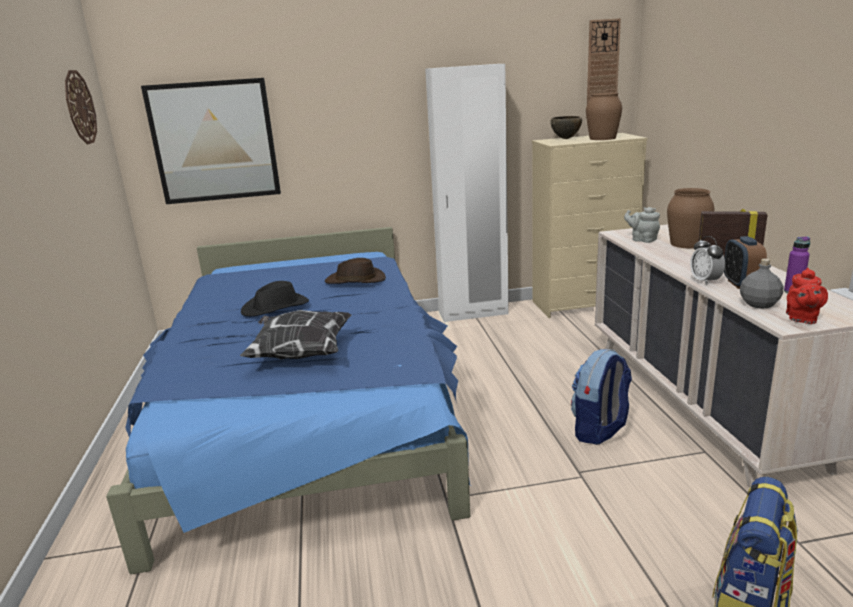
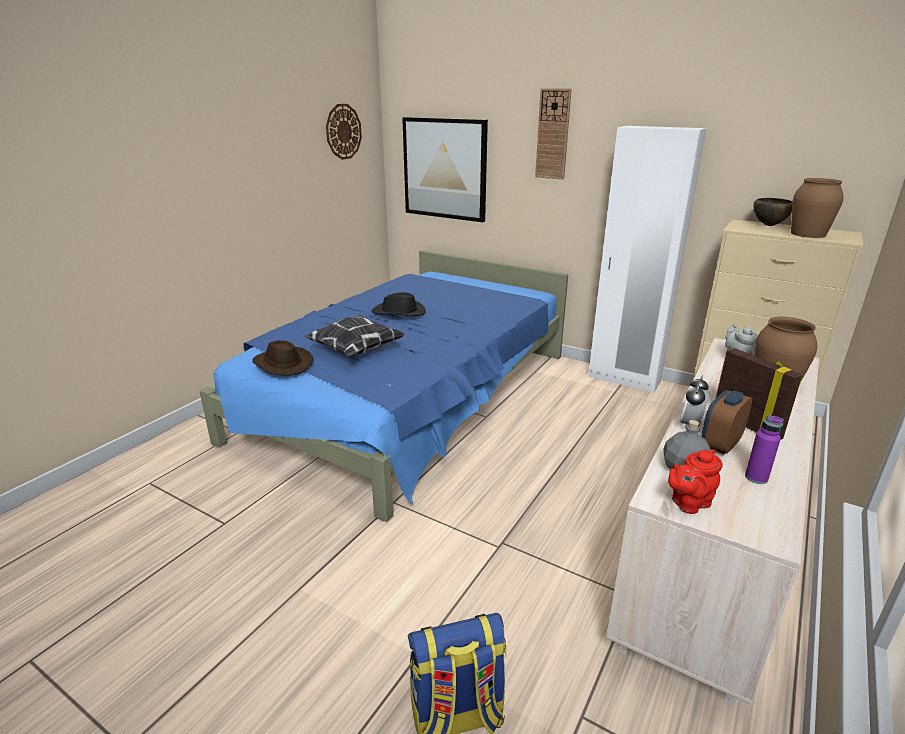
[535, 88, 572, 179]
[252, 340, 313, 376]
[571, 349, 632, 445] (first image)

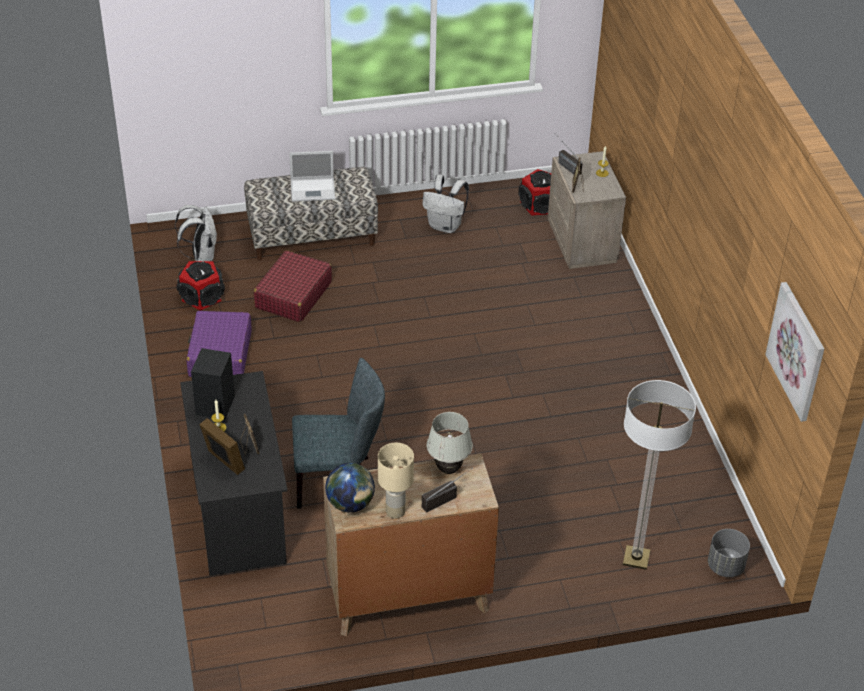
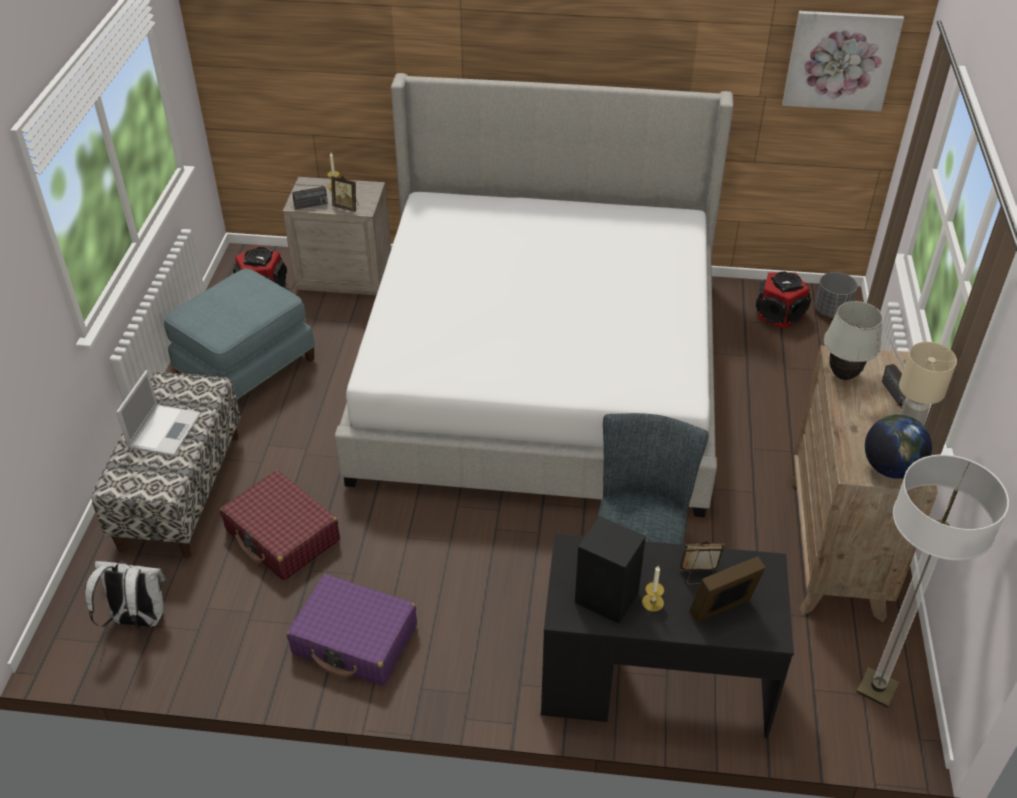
[164, 269, 315, 400]
[756, 272, 811, 329]
[856, 455, 1009, 708]
[335, 73, 734, 517]

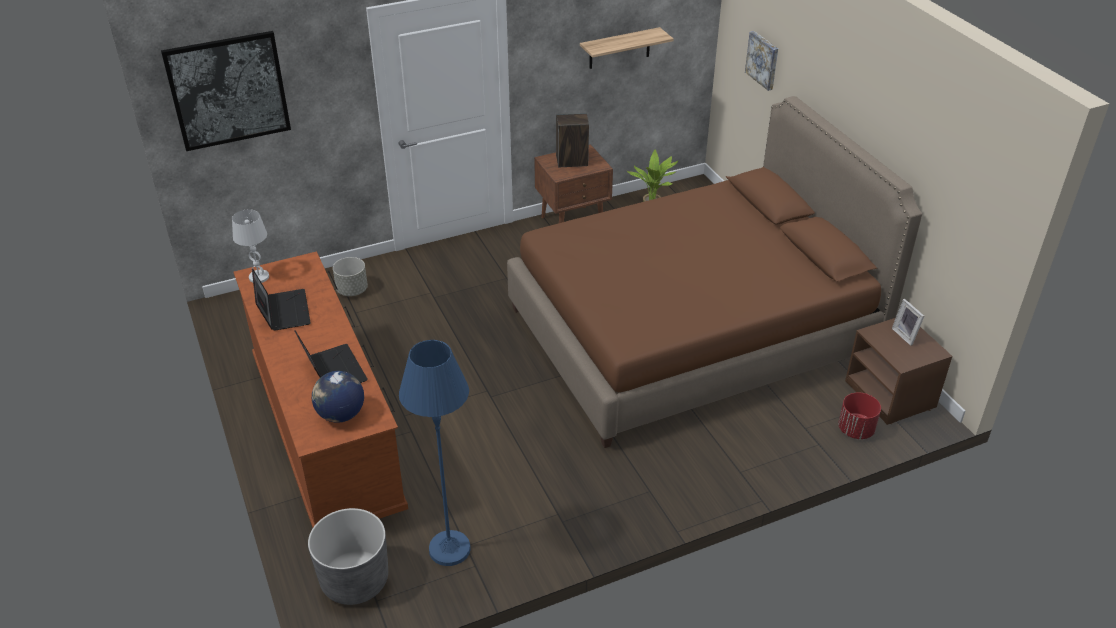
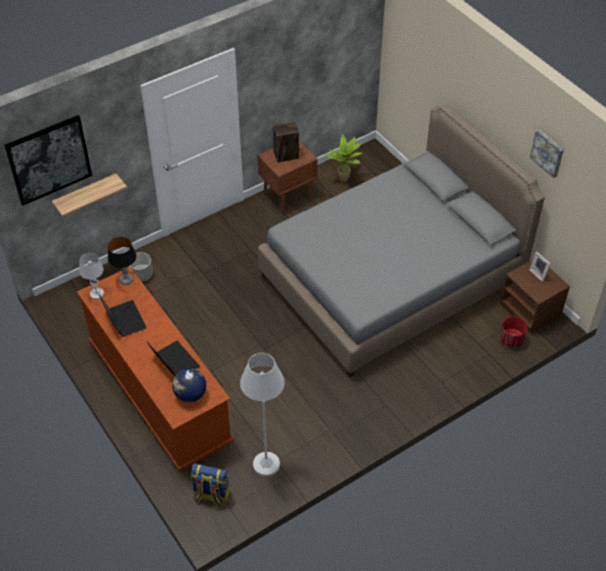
[52, 173, 127, 216]
[530, 130, 564, 178]
[258, 104, 545, 377]
[240, 353, 285, 477]
[191, 463, 230, 506]
[108, 237, 137, 285]

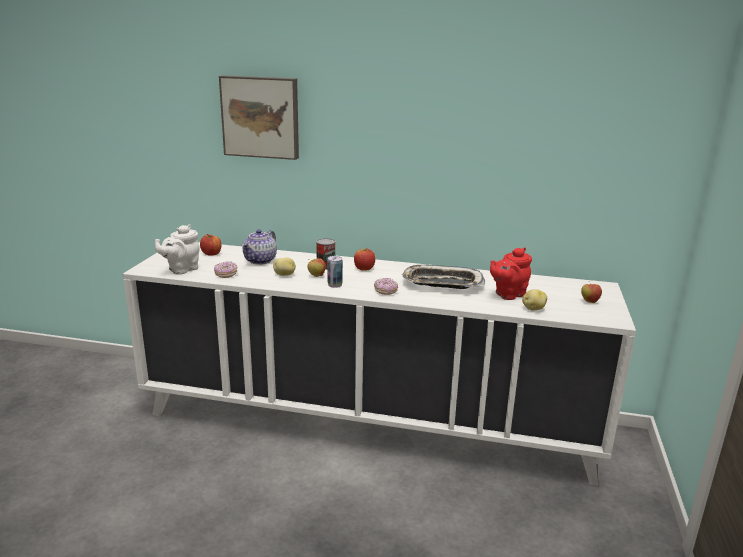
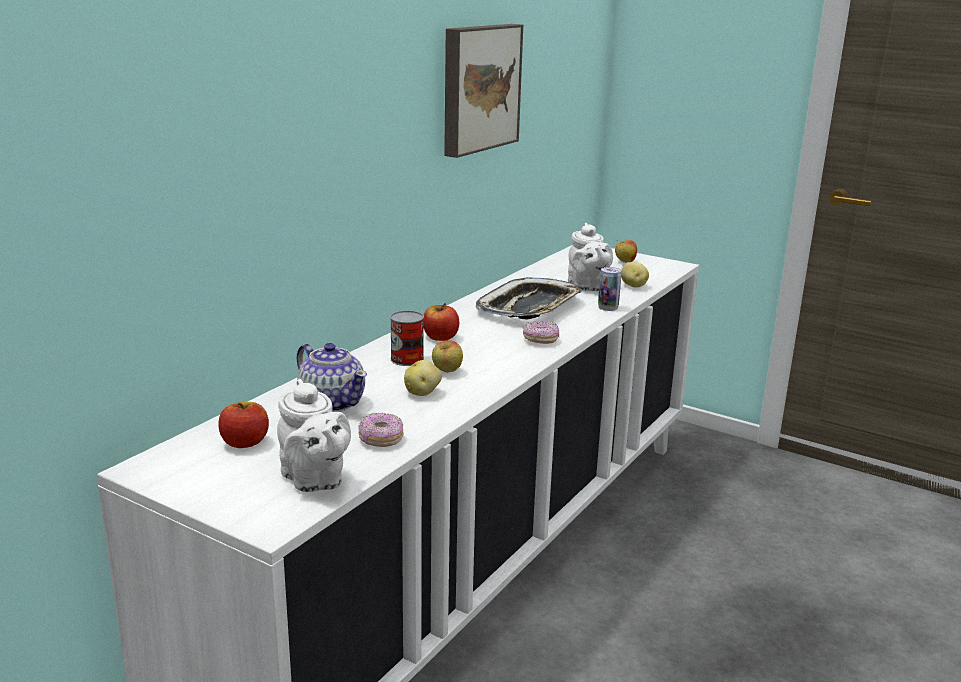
[444, 24, 523, 158]
[568, 223, 613, 291]
[598, 267, 621, 311]

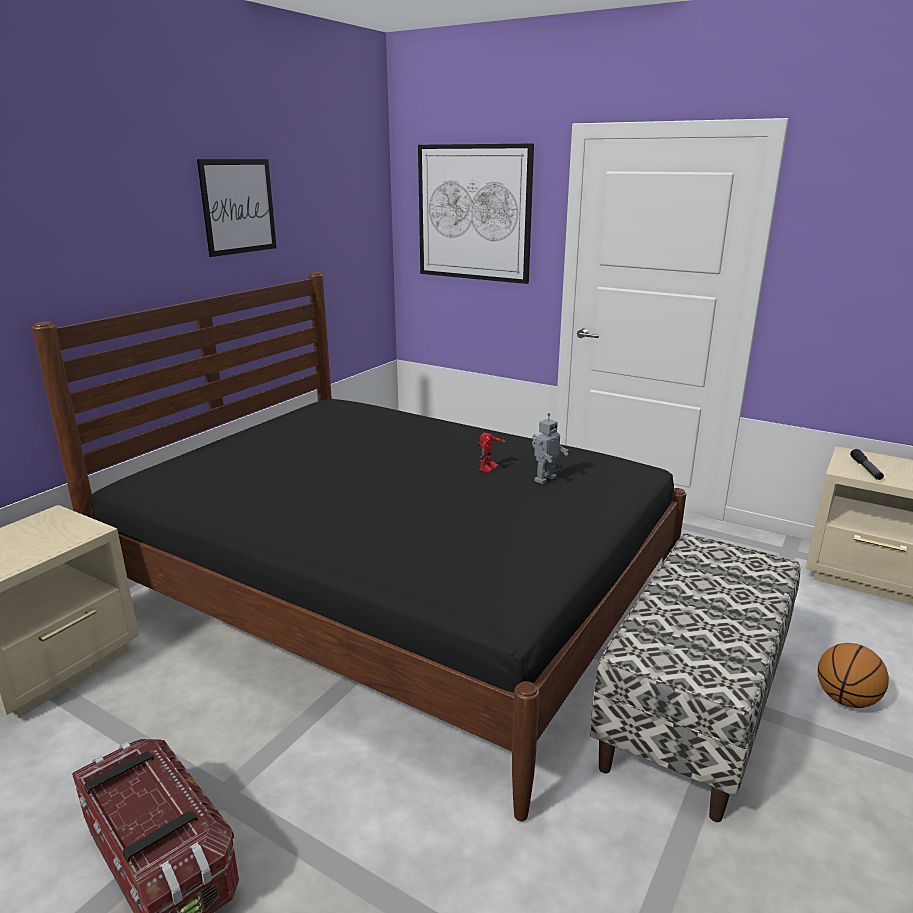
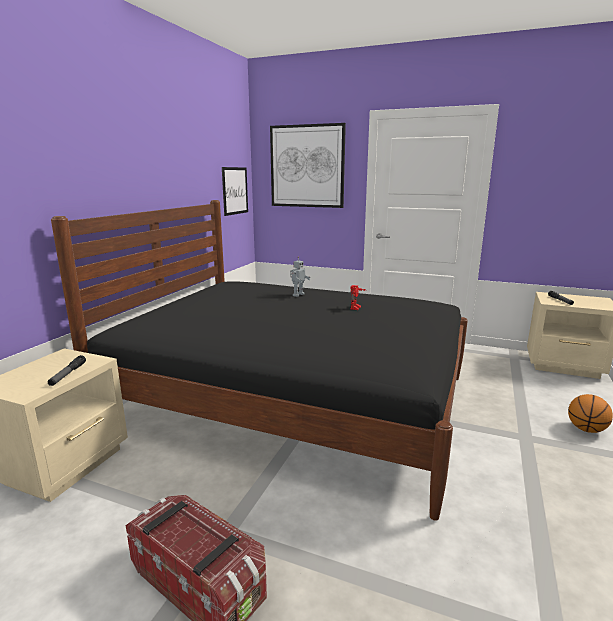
[222, 167, 248, 216]
[290, 256, 310, 297]
[590, 533, 800, 822] (first image)
[48, 355, 86, 386]

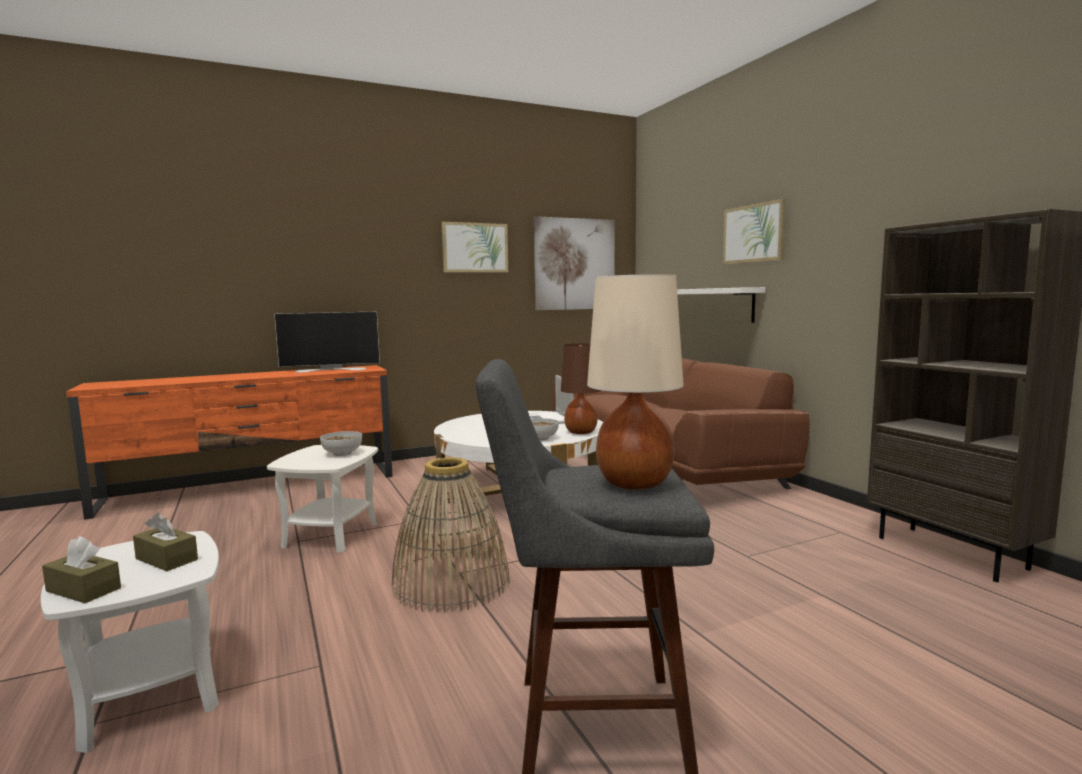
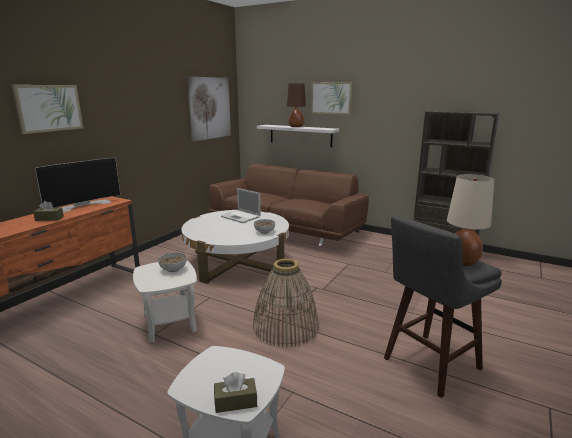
[11, 85, 83, 134]
[287, 83, 306, 127]
[33, 201, 64, 221]

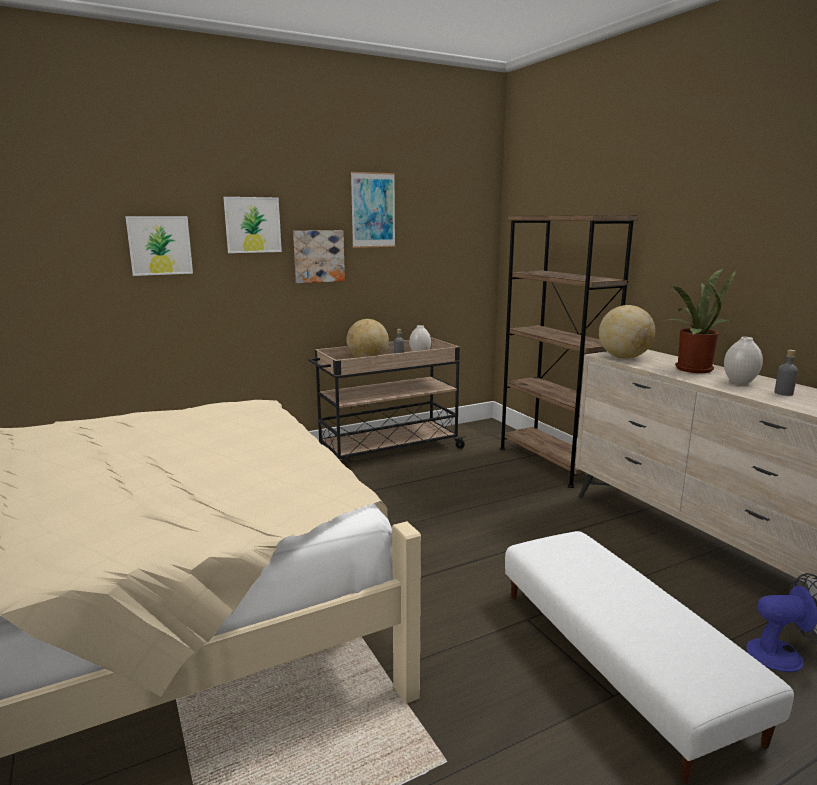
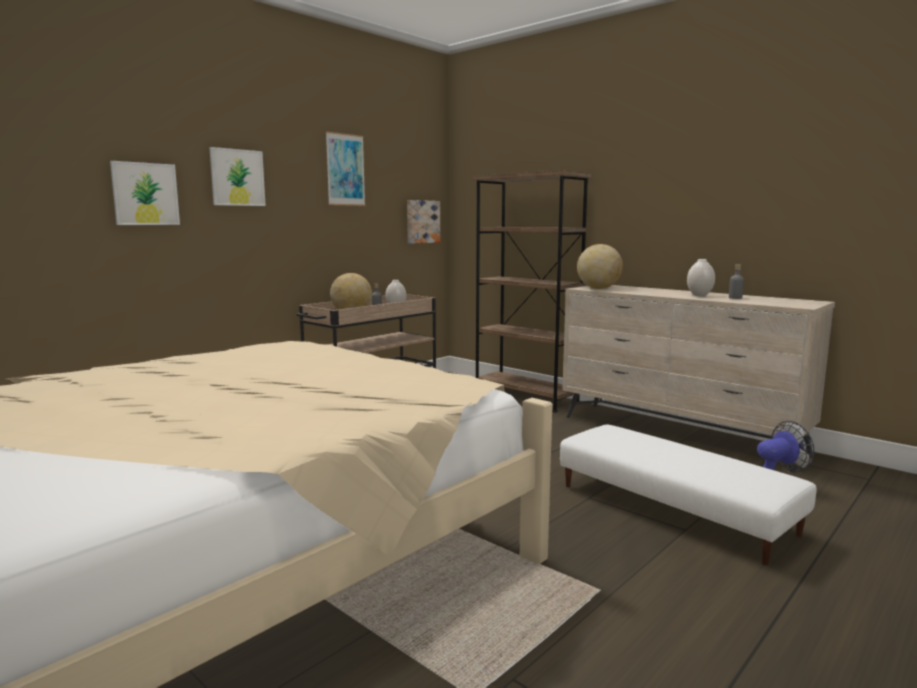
[407, 200, 440, 244]
[664, 268, 736, 373] (first image)

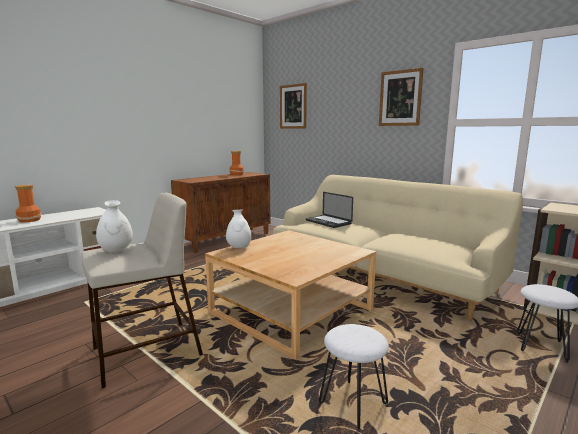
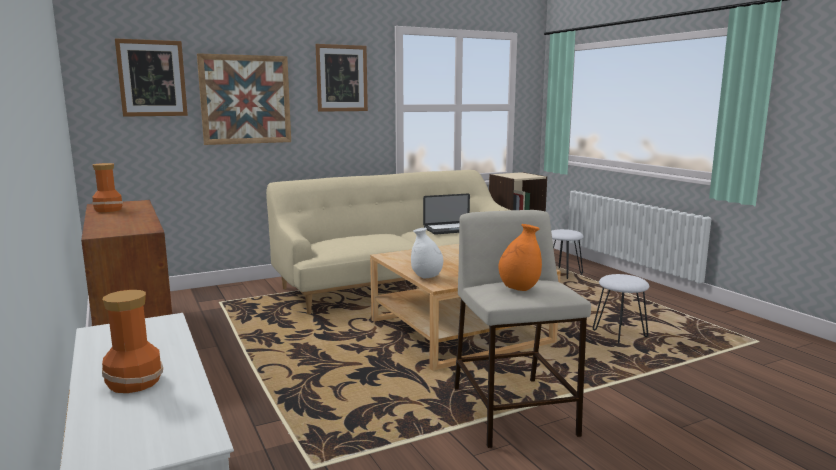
[423, 194, 470, 235]
[498, 224, 542, 291]
[197, 53, 291, 145]

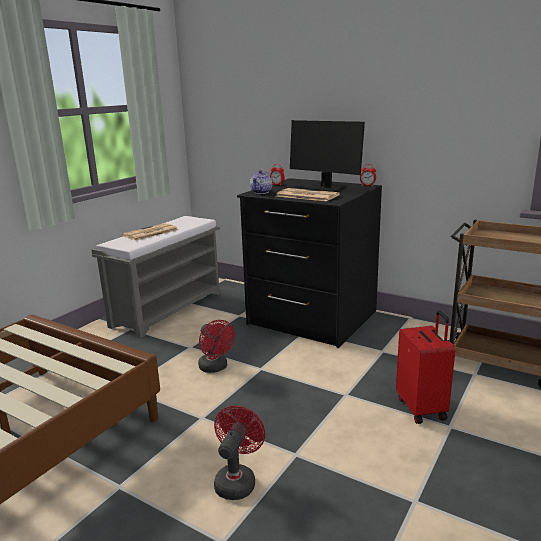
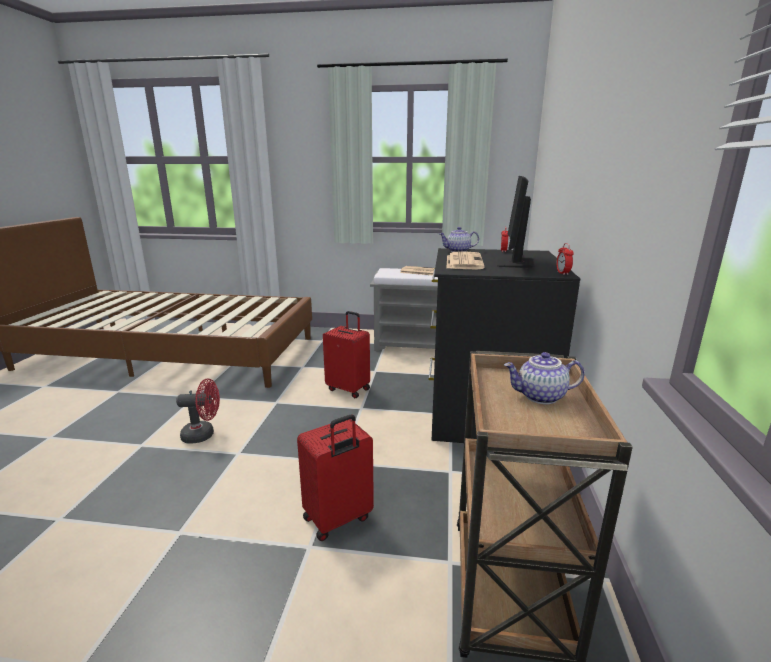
[323, 311, 370, 398]
[504, 352, 585, 404]

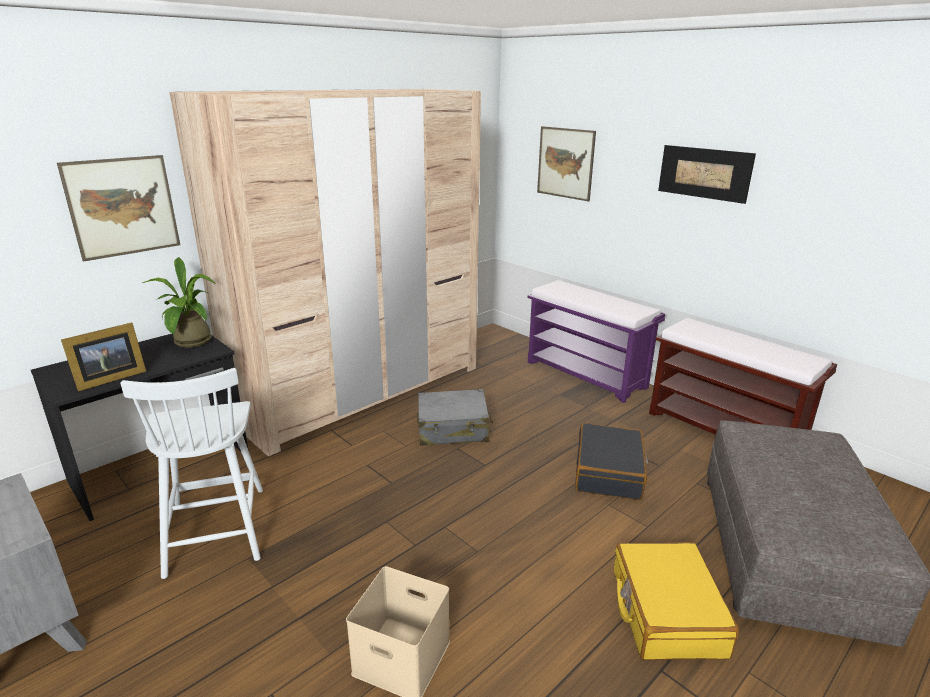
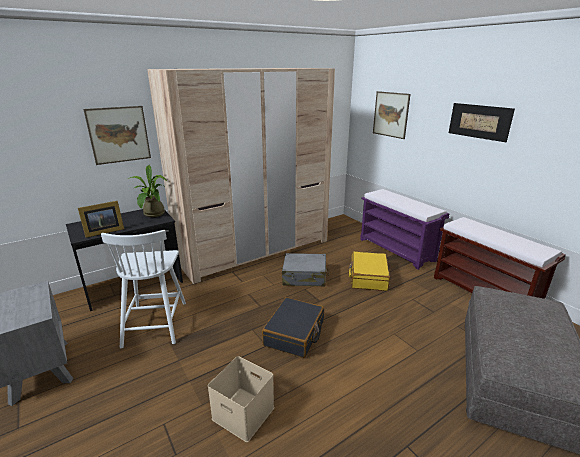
[262, 297, 324, 358]
[349, 251, 390, 291]

